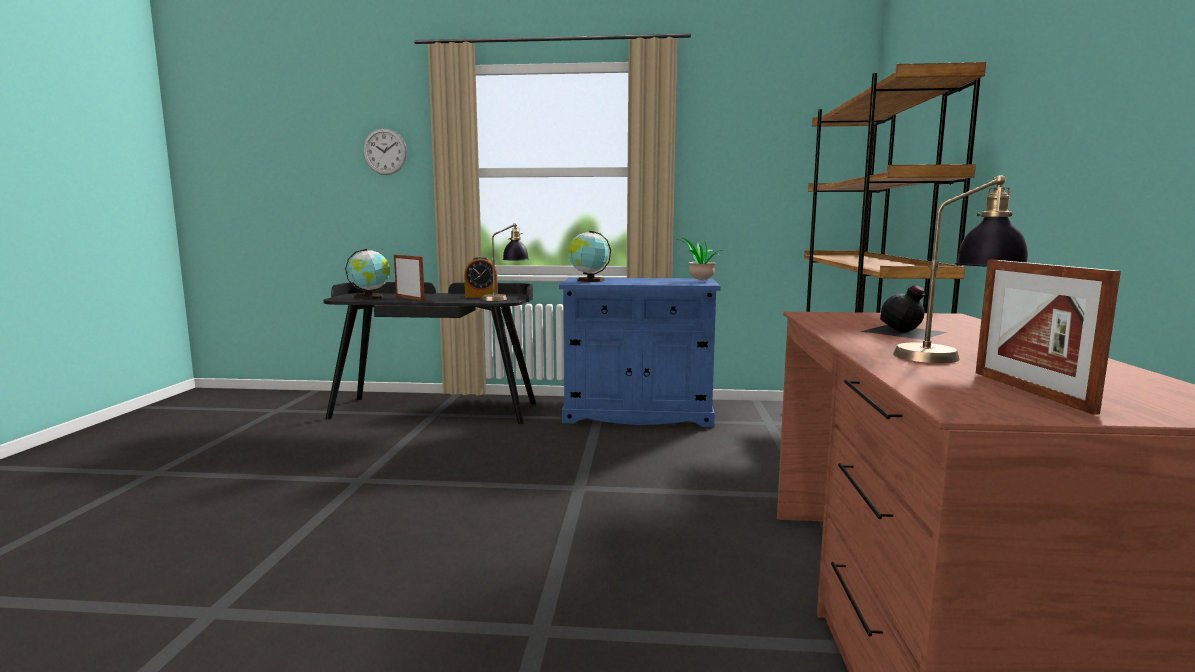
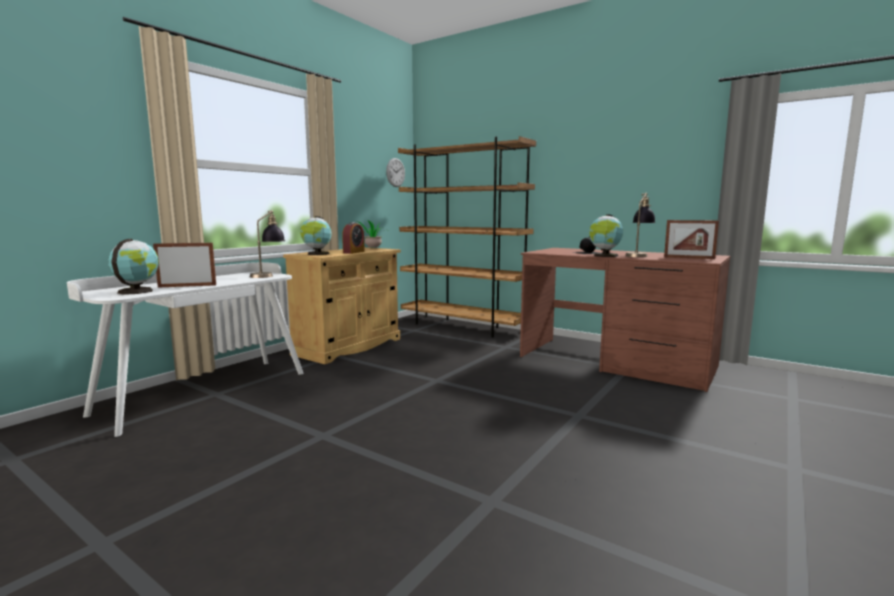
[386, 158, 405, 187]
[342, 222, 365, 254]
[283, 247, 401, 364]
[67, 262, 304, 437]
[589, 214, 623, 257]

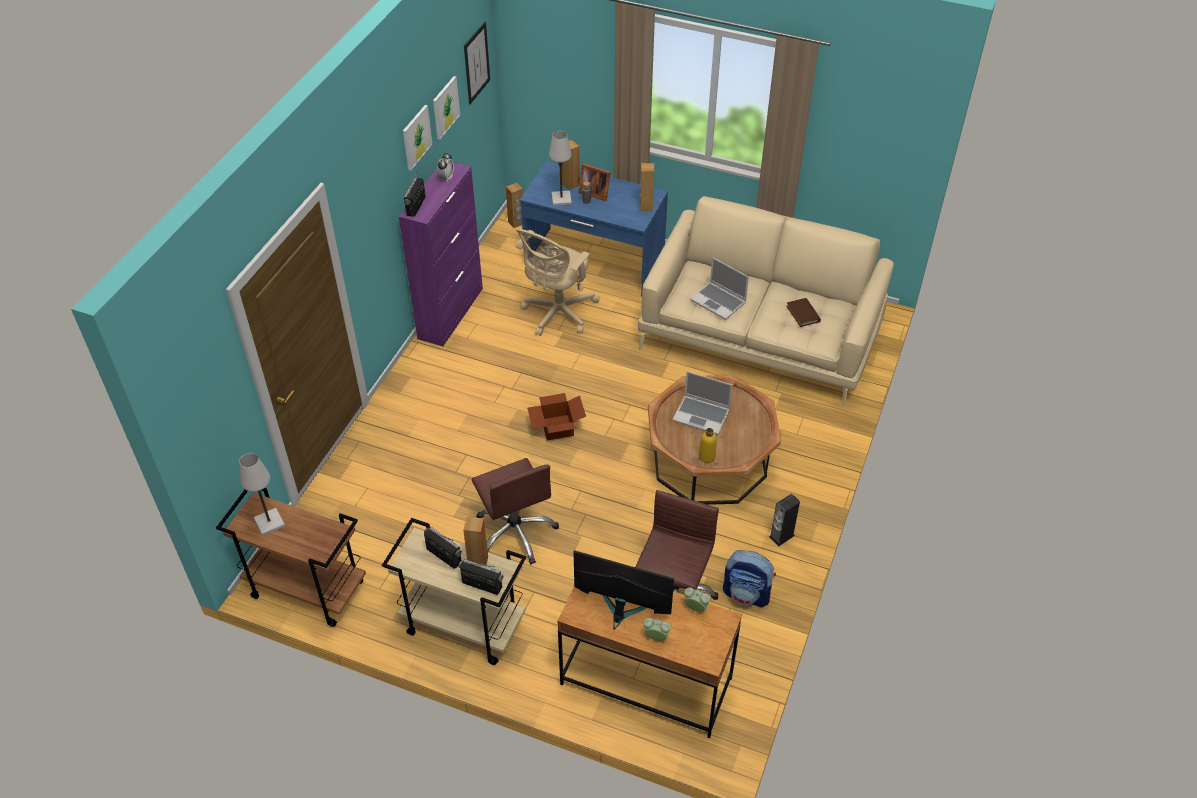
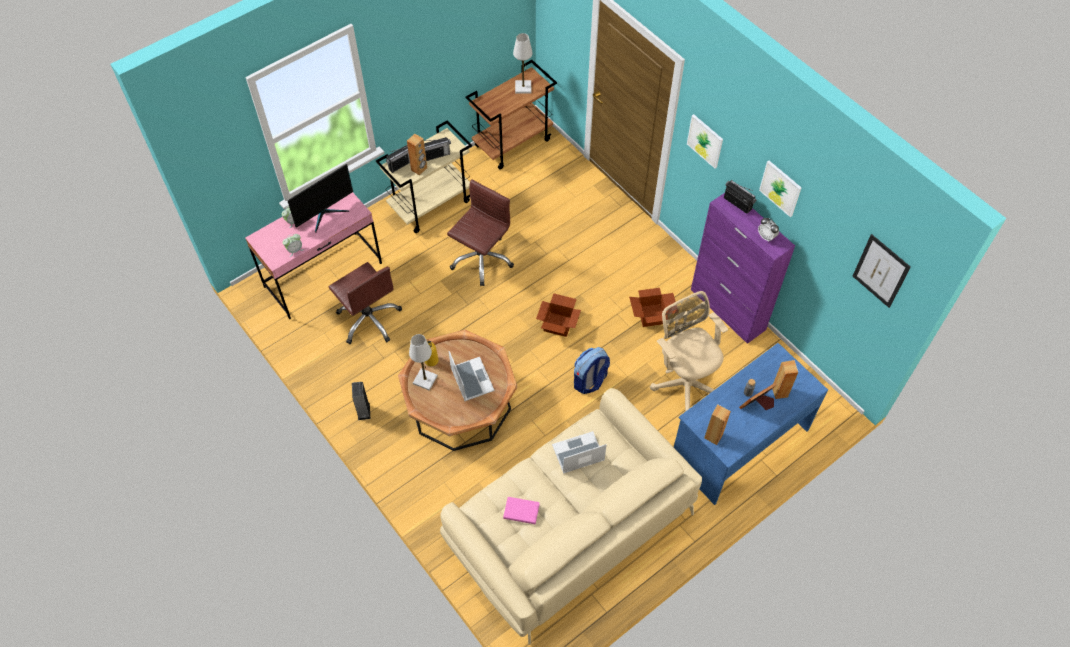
[687, 114, 723, 169]
[409, 334, 438, 391]
[506, 183, 523, 228] (first image)
[503, 497, 540, 524]
[449, 351, 495, 401]
[447, 179, 514, 286]
[574, 347, 610, 394]
[245, 192, 382, 319]
[629, 288, 677, 327]

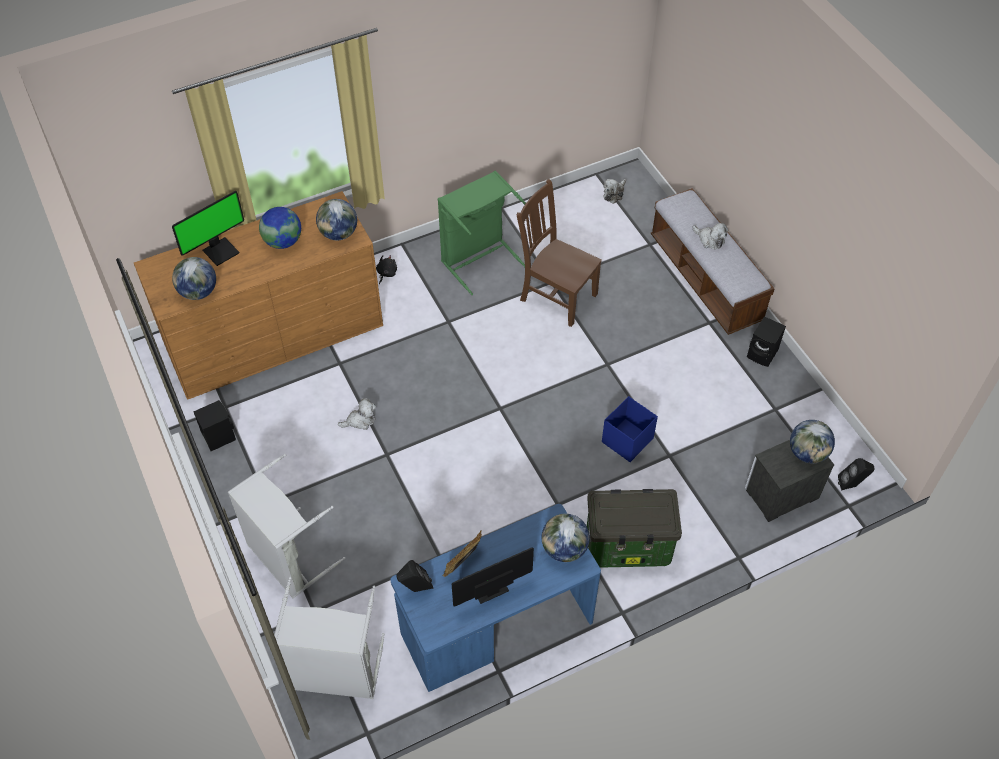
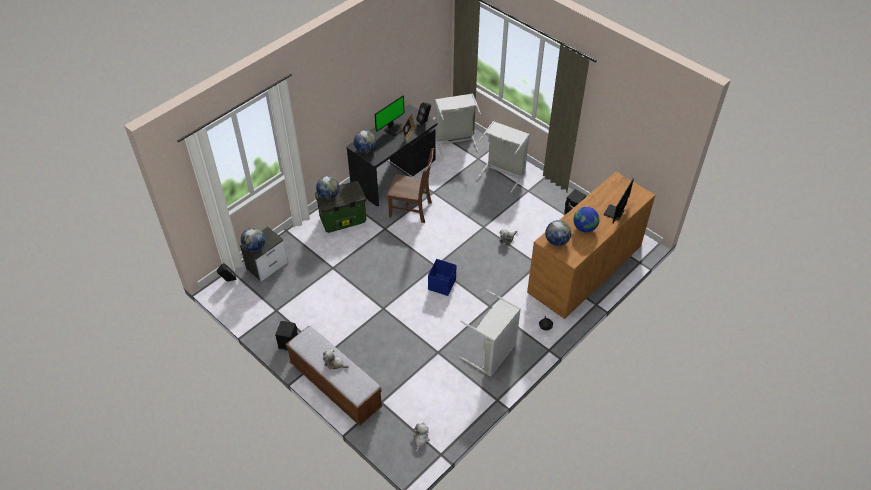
[459, 290, 521, 377]
[388, 148, 434, 223]
[316, 176, 339, 199]
[428, 259, 456, 296]
[347, 105, 437, 206]

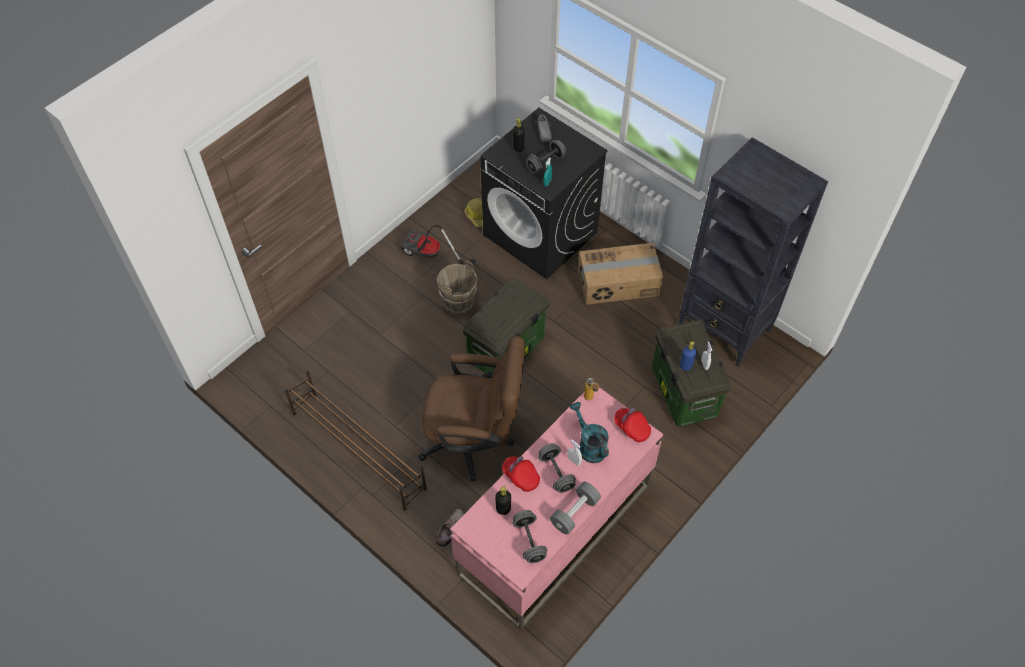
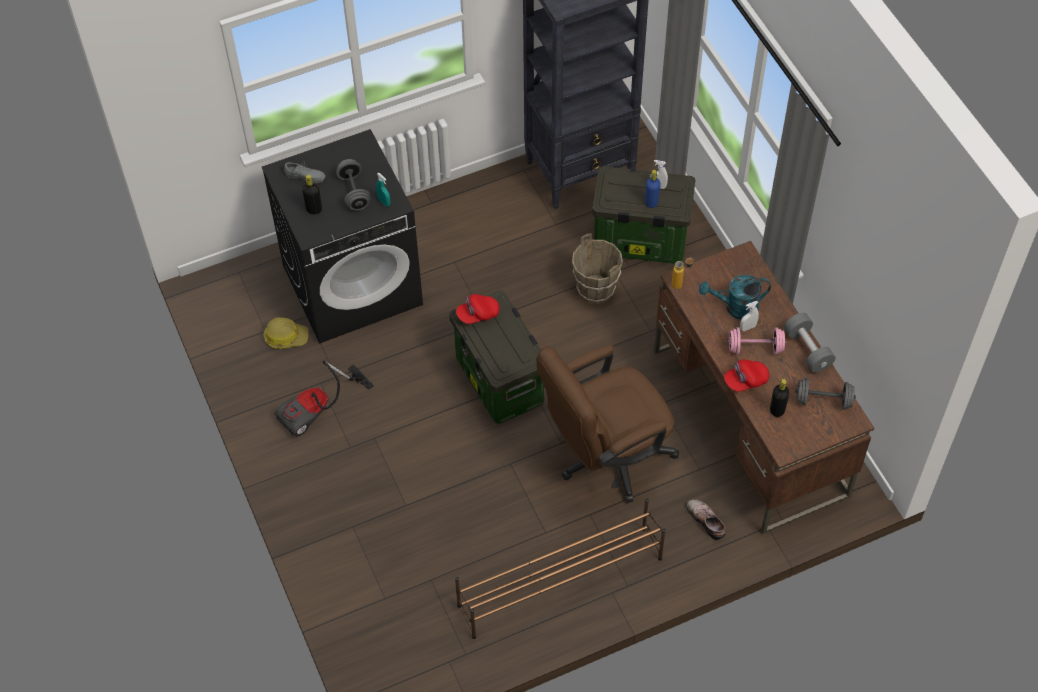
[578, 243, 663, 305] (first image)
[572, 234, 623, 304]
[536, 345, 679, 503]
[654, 241, 874, 534]
[456, 294, 499, 324]
[727, 327, 786, 355]

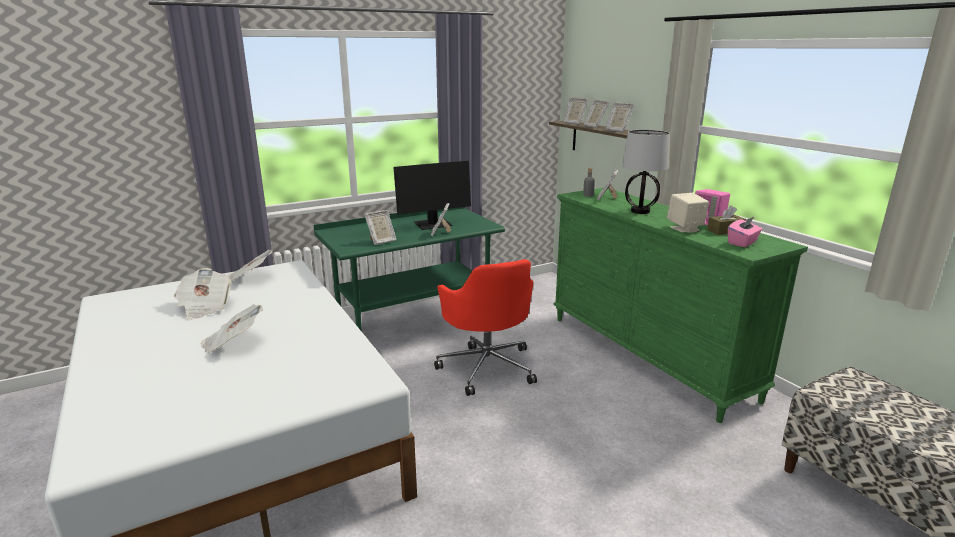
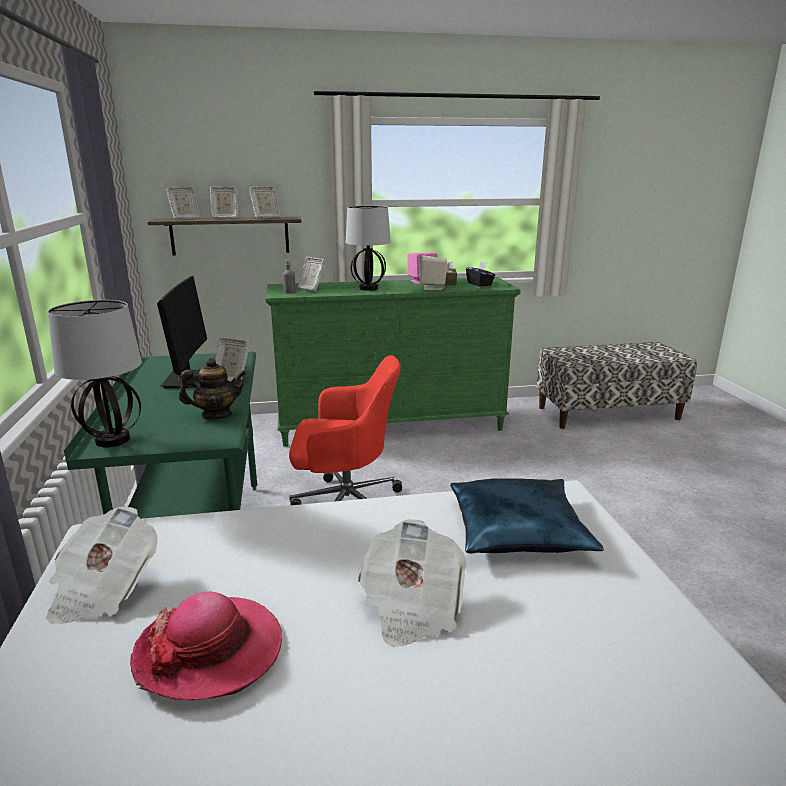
[179, 358, 246, 420]
[466, 262, 495, 287]
[130, 592, 282, 701]
[48, 300, 142, 447]
[450, 478, 604, 554]

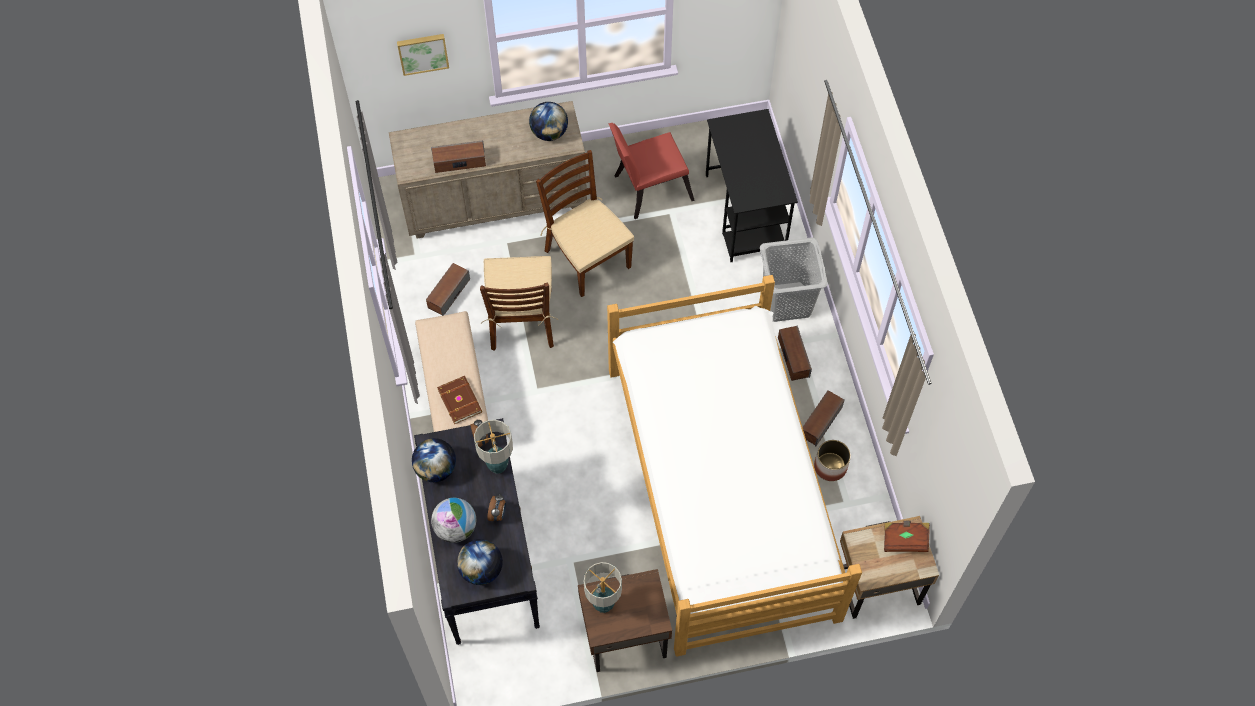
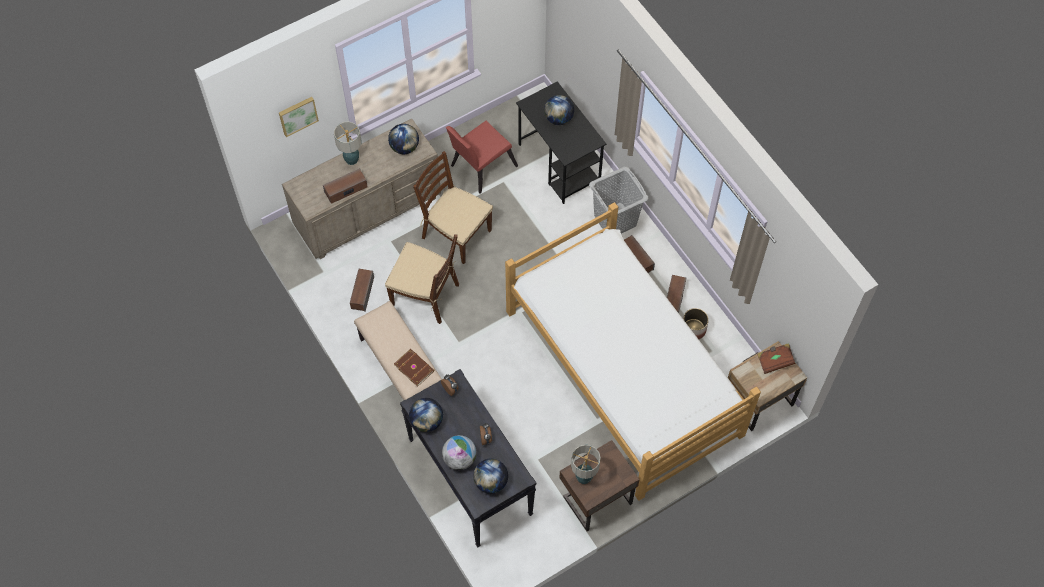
[385, 234, 459, 324]
[334, 122, 361, 165]
[544, 95, 574, 125]

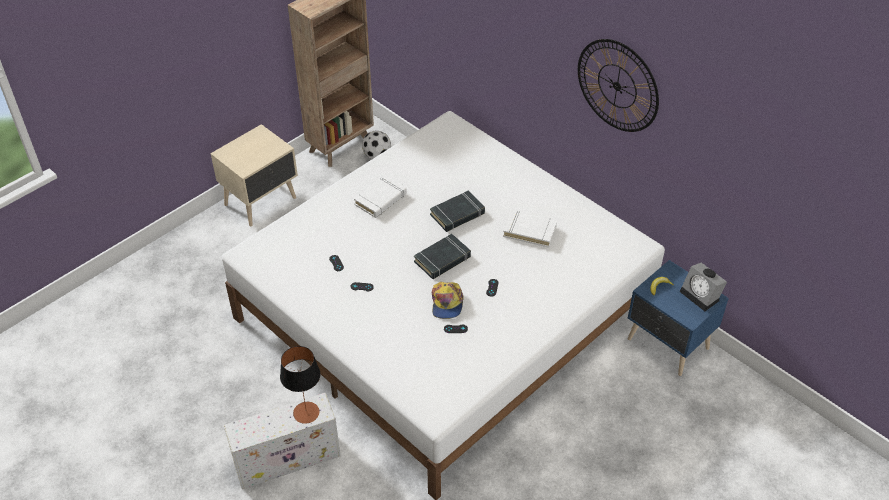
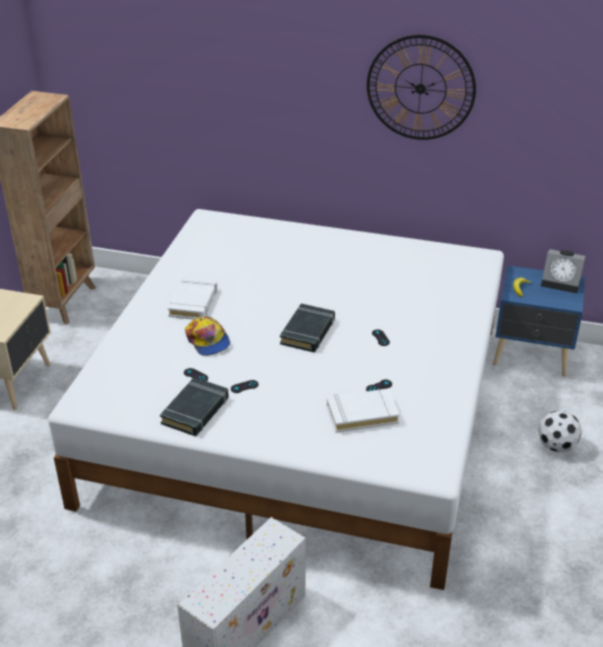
[538, 410, 582, 452]
[160, 377, 229, 436]
[327, 388, 400, 433]
[185, 316, 230, 356]
[280, 346, 320, 424] (first image)

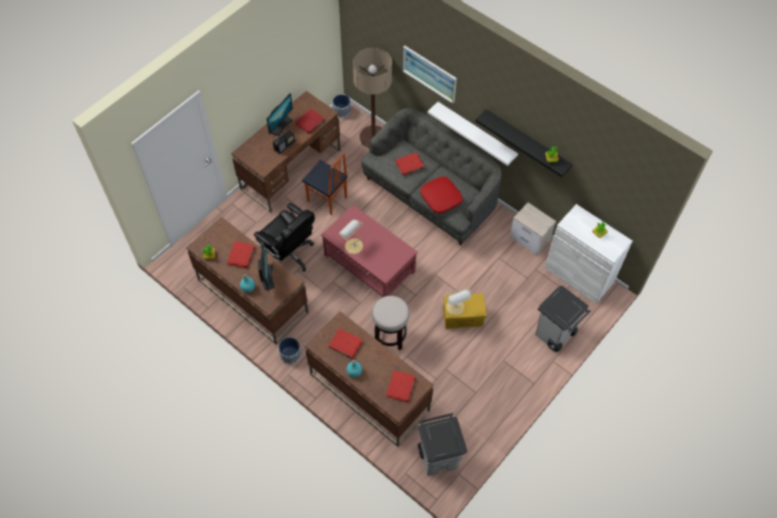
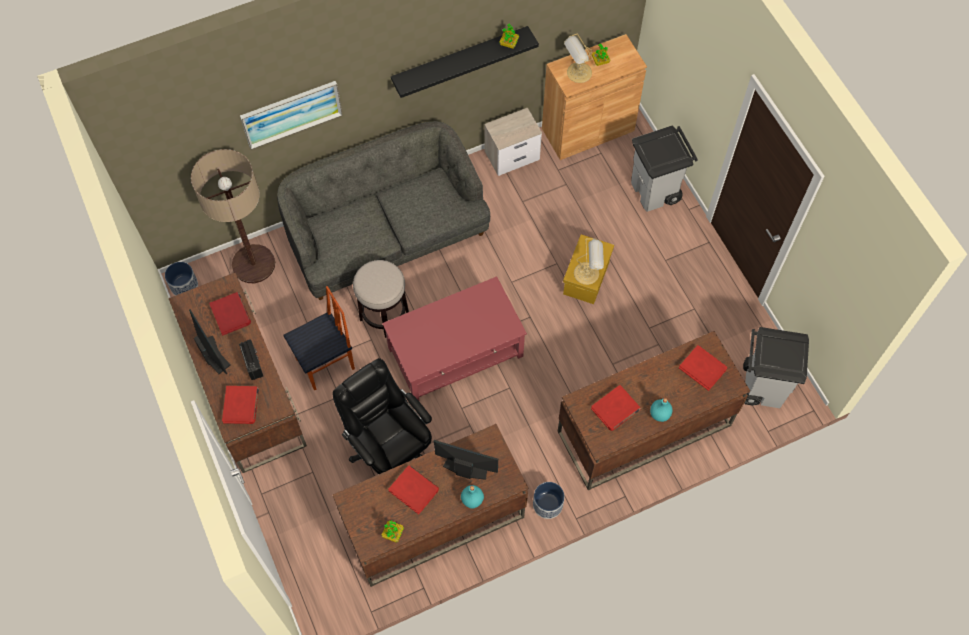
[428, 102, 518, 166] (first image)
[222, 386, 259, 424]
[420, 176, 463, 213] (first image)
[332, 358, 432, 474]
[542, 34, 647, 160]
[564, 34, 593, 83]
[353, 260, 409, 338]

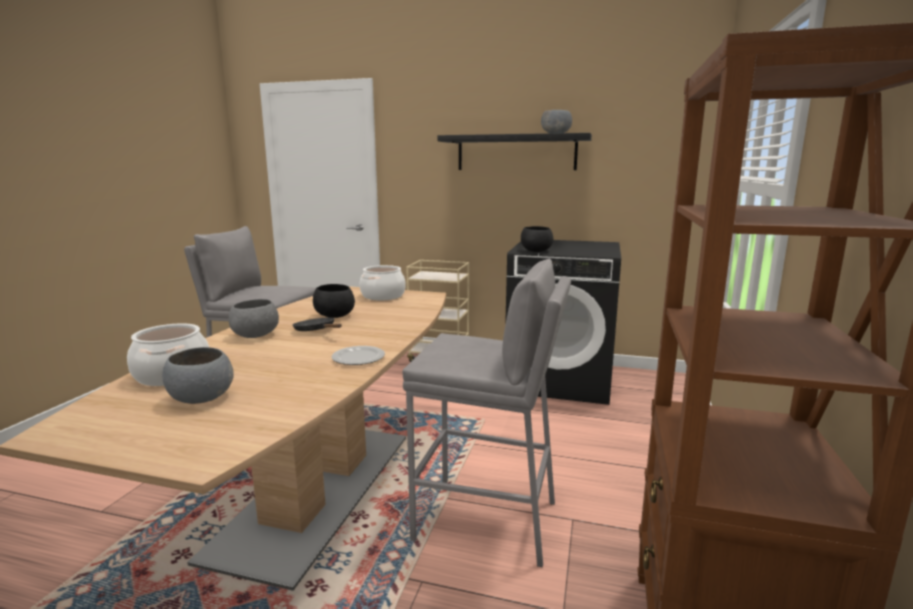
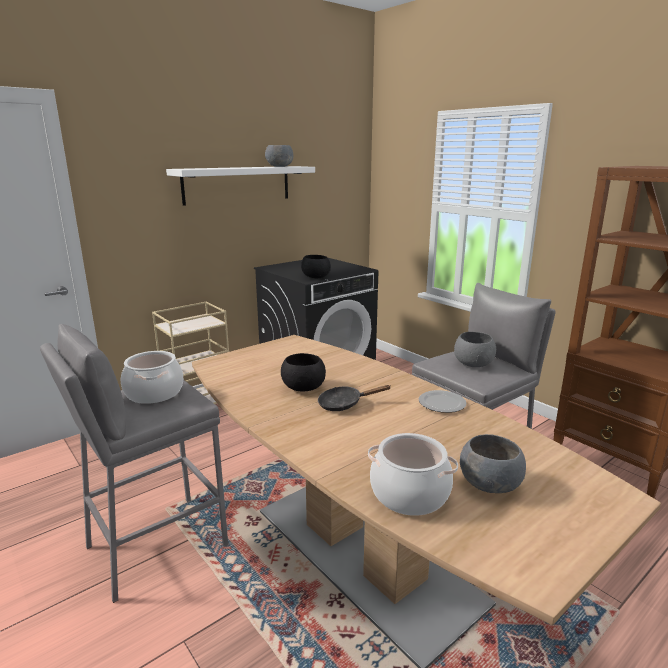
[166, 166, 315, 206]
[121, 351, 183, 404]
[454, 332, 496, 367]

